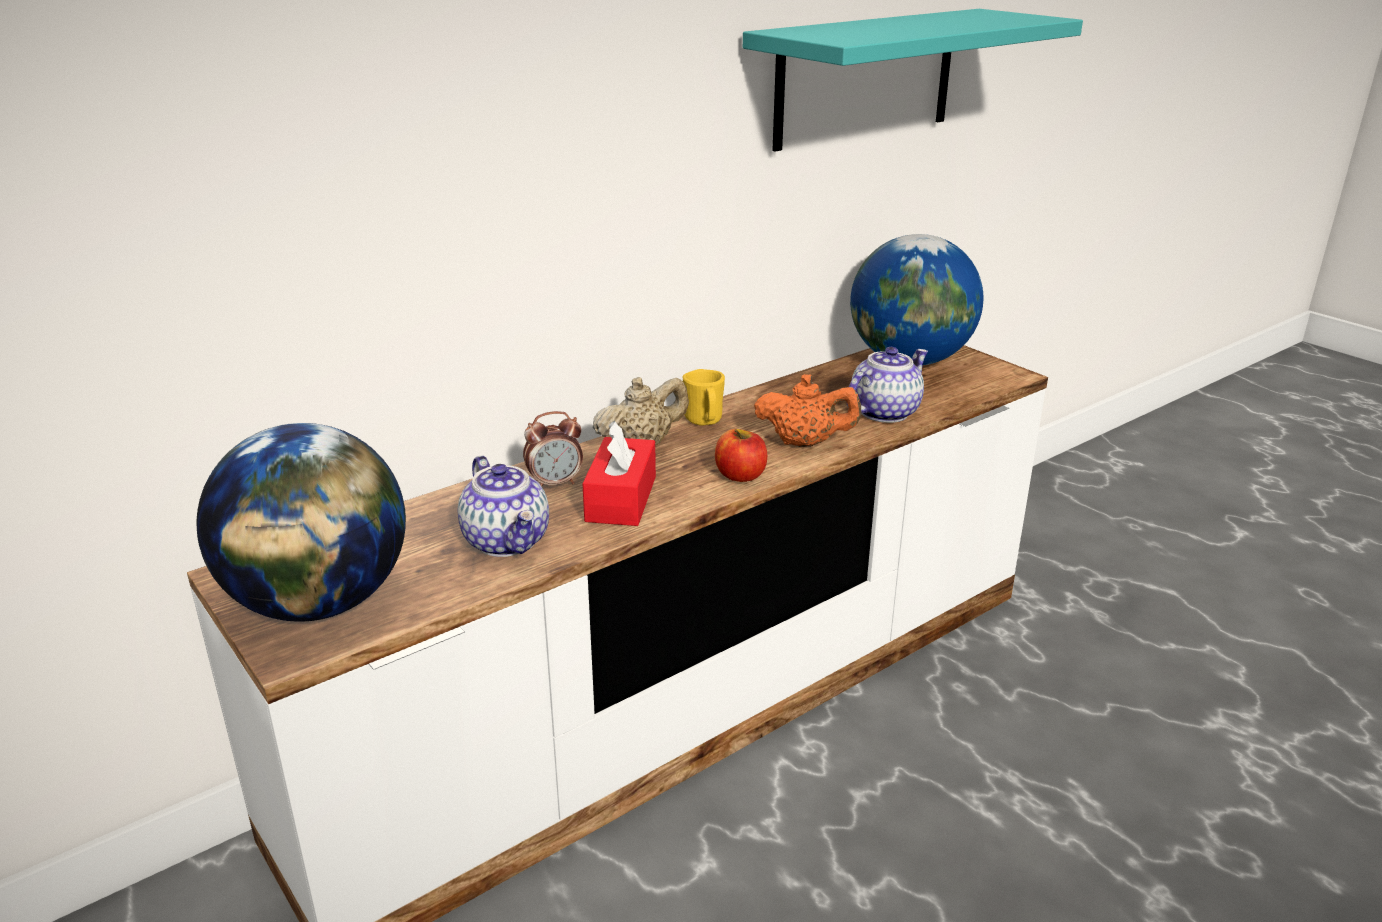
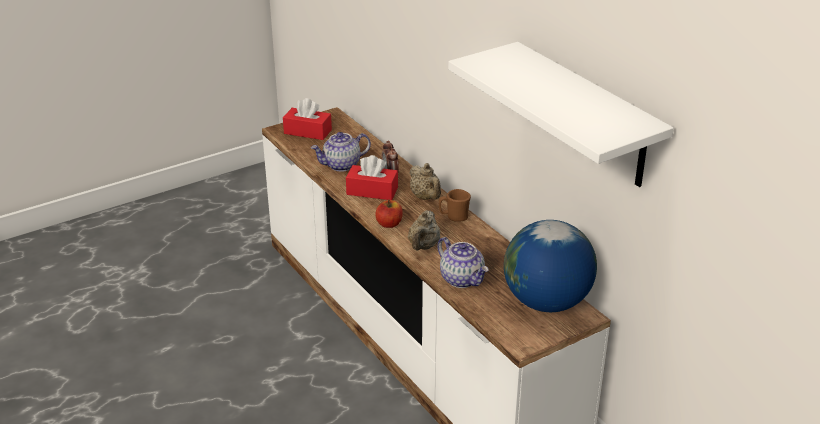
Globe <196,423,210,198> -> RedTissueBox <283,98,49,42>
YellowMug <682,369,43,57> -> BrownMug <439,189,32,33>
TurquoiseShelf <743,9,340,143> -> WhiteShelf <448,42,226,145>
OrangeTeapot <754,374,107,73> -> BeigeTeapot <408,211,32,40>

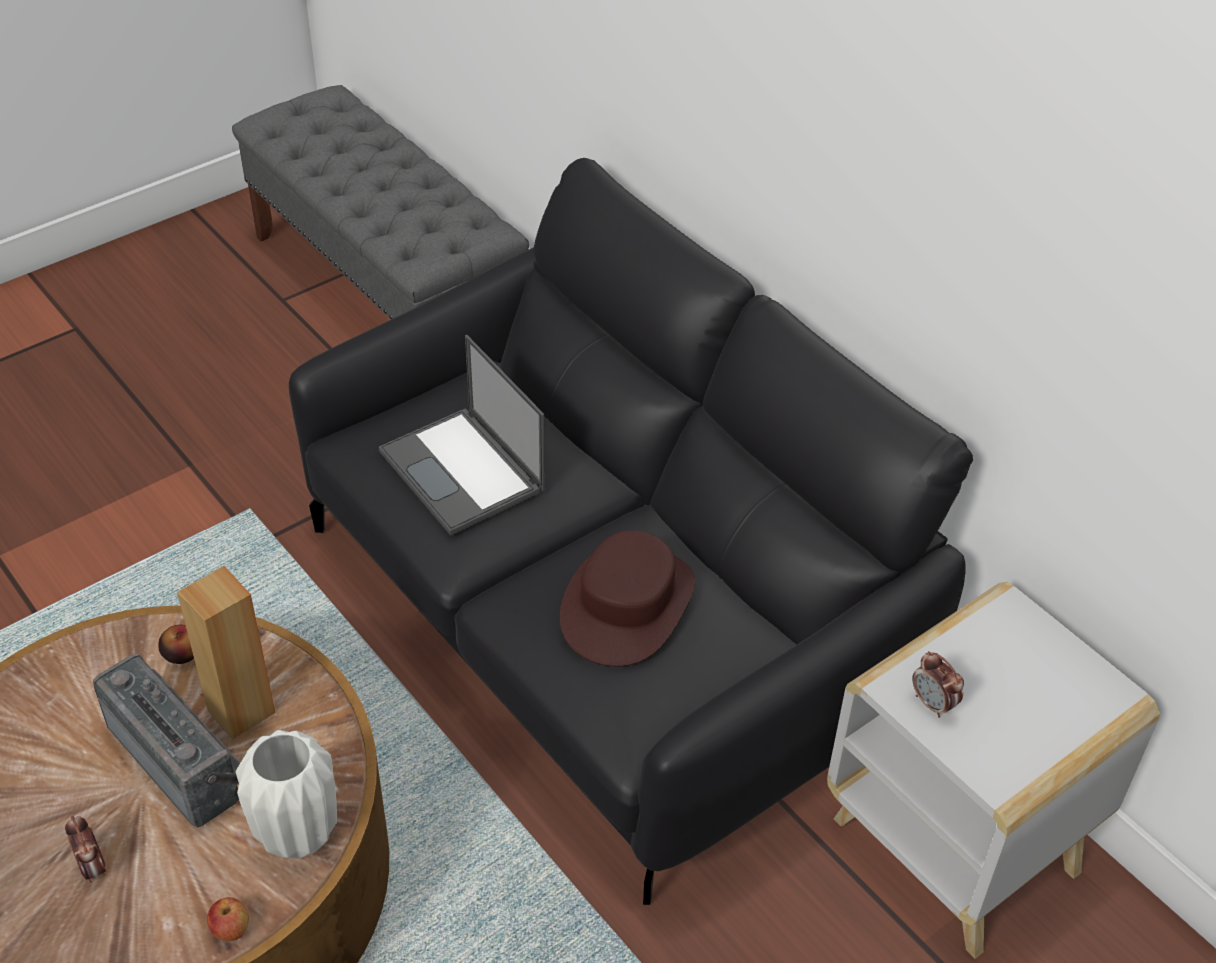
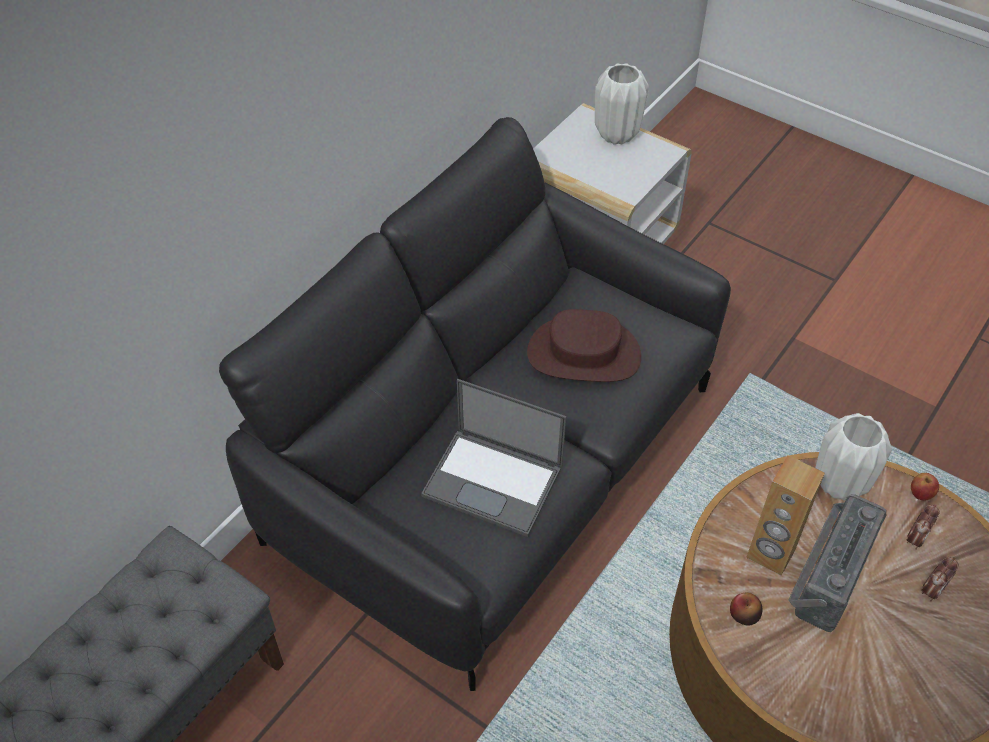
none -> WhiteVase <595,63,54,82>
AlarmClock <912,651,52,67> -> AlarmClock <907,504,32,46>, shifted
Laptop <379,335,166,201> -> Laptop <421,379,145,158>, 75 degrees clockwise

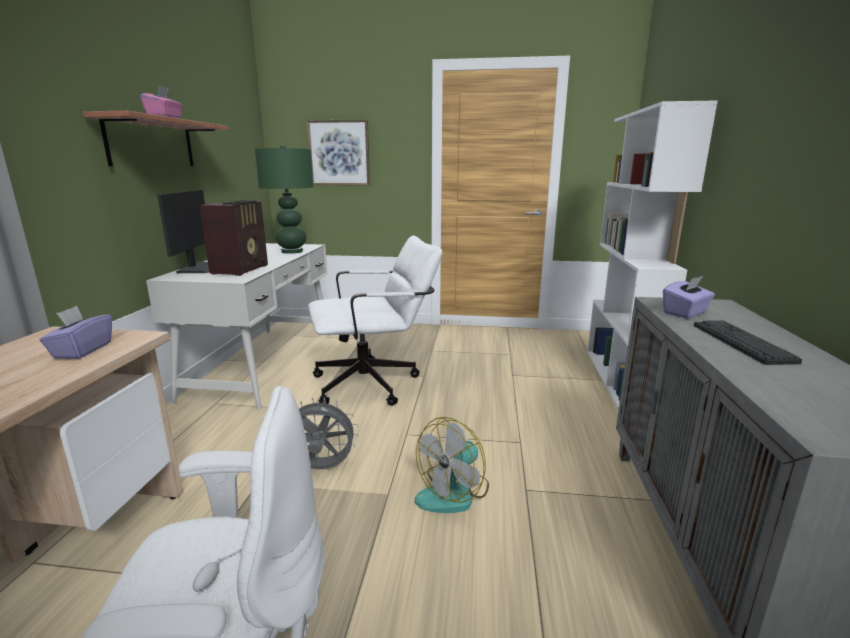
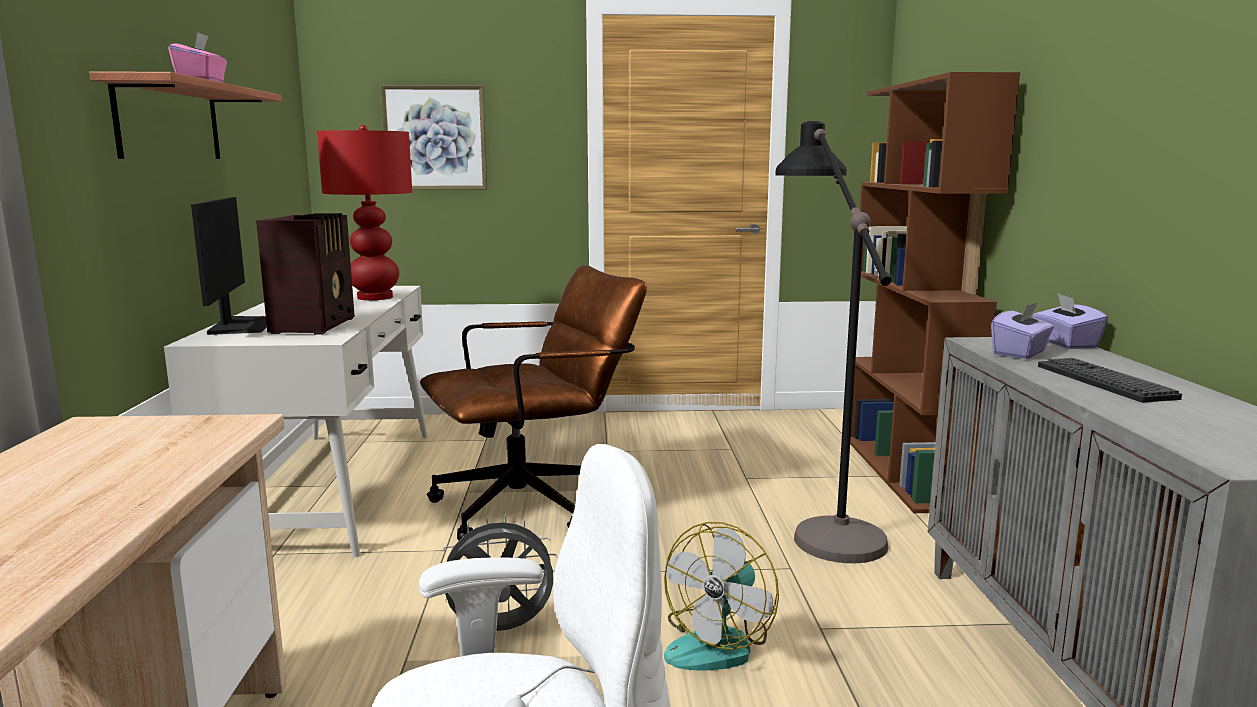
none -> BlackFloorLamp <775,121,116,442>
PurpleTissueBox <39,306,73,53> -> PurpleTissueBox <1033,294,75,55>, shifted
GreenTableLamp <255,145,58,109> -> RedTableLamp <317,125,95,175>
WhiteOfficeChair <308,235,134,171> -> BrownOfficeChair <420,265,227,275>
WhiteBookcase <587,100,131,310> -> BrownBookcase <850,72,170,441>

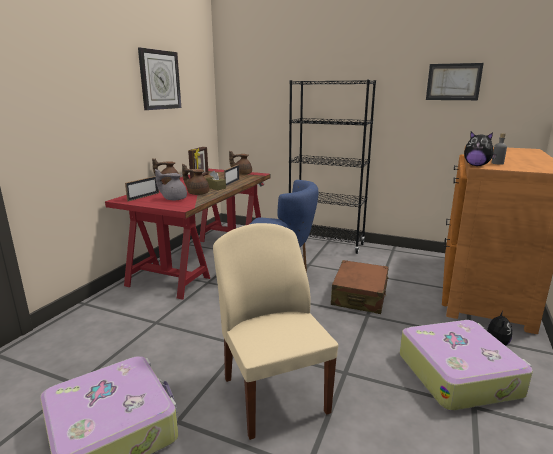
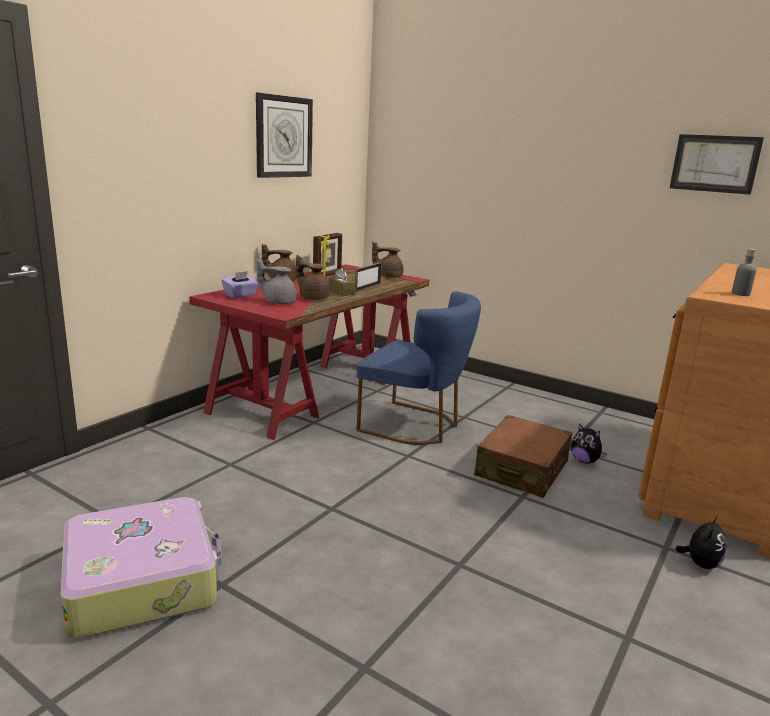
BeigeChair <213,223,125,217> -> none
BlackBookcase <289,80,87,174> -> none
Suitcase <400,320,133,91> -> none
PlushToy <464,132,33,34> -> PlushToy <571,423,36,41>, shifted
PictureFrame <125,176,34,26> -> PurpleTissueBox <222,271,36,27>

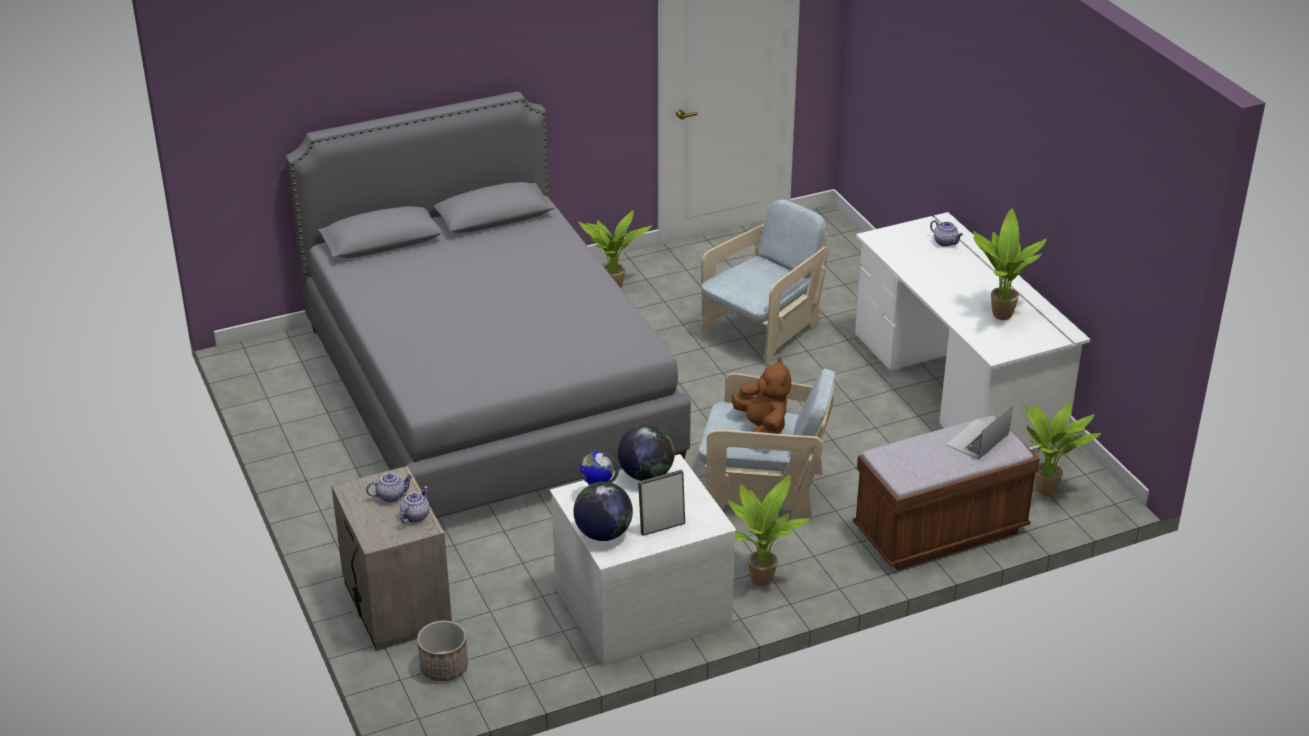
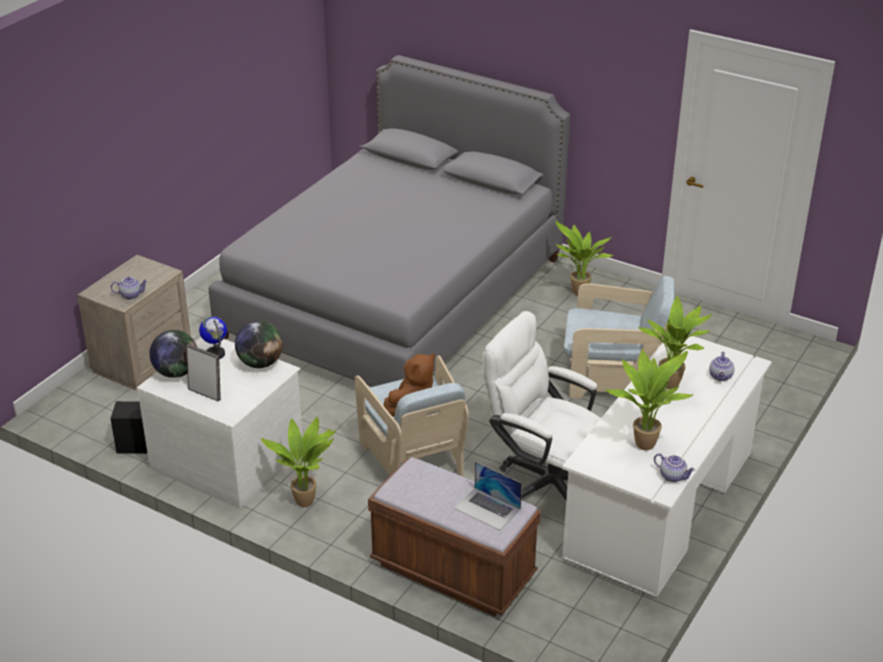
Planter <417,621,51,60> -> none
none -> BlackSpeaker <110,401,37,53>
none -> WhiteOfficeChair <483,311,118,189>
Teapot <366,473,48,30> -> Teapot <654,453,41,29>, shifted
PottedPlant <1025,401,76,95> -> PottedPlant <637,296,75,93>, shifted
Laptop <946,405,67,55> -> Laptop <454,462,68,68>, 150 degrees counterclockwise

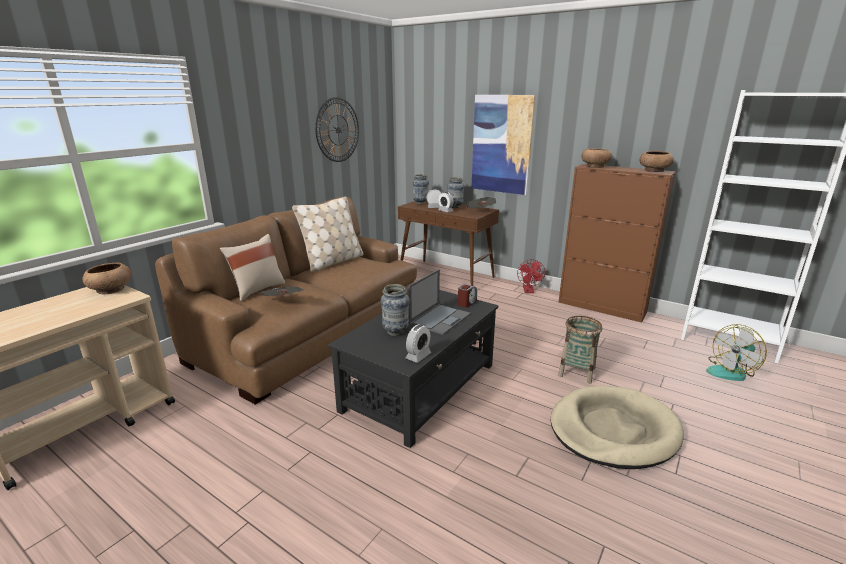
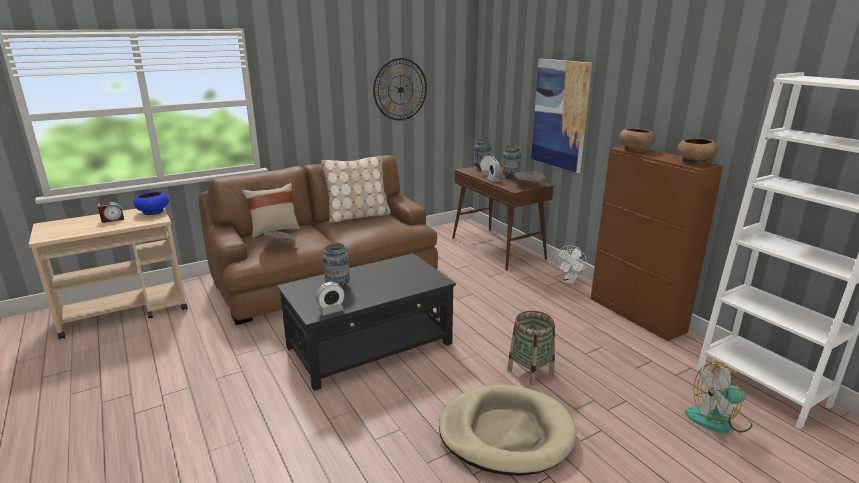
Laptop <409,269,62,66> -> none
AlarmClock <458,284,19,24> -> AlarmClock <98,202,26,21>, shifted
BrownBowl <82,263,49,31> -> BlueBowl <134,192,35,23>
RedFan <517,259,28,34> -> WhiteFan <555,245,32,39>

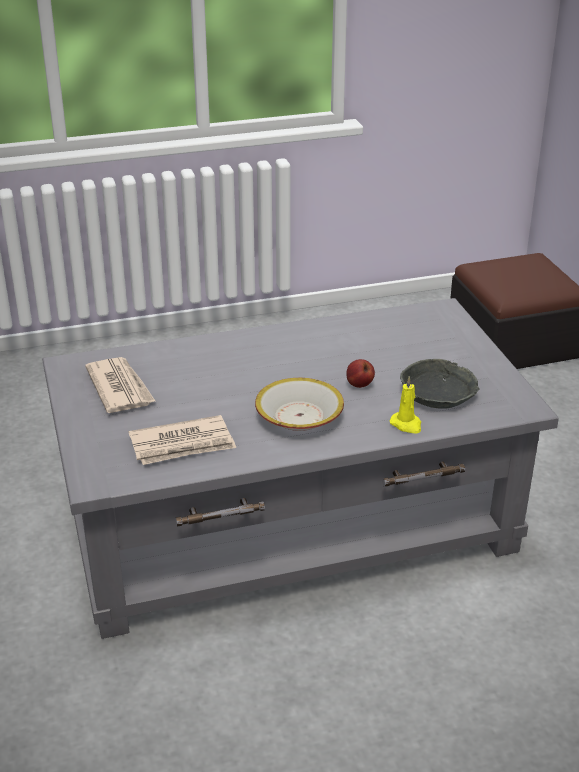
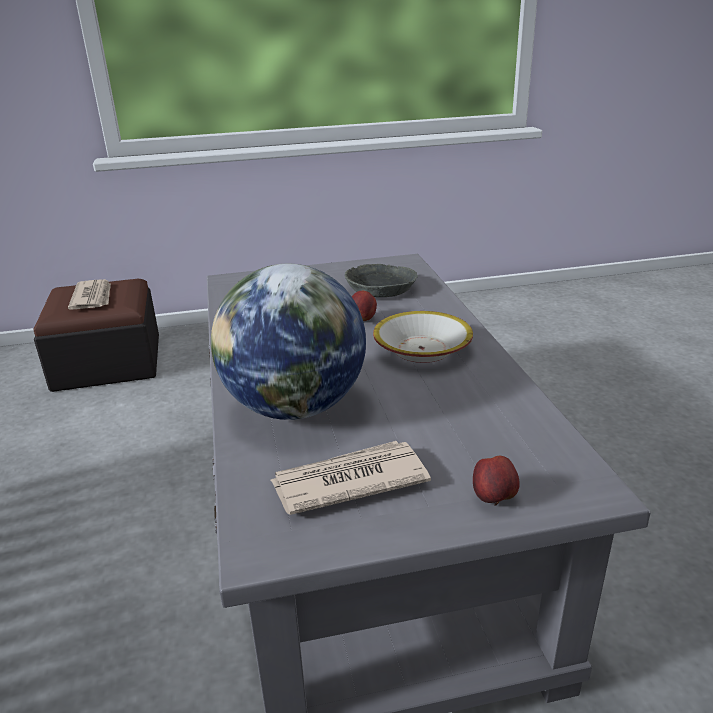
YellowCandle <390,376,31,58> -> none
none -> Globe <211,264,155,156>
none -> Apple <473,456,47,50>
Newspaper <128,415,108,50> -> Newspaper <68,279,43,31>, shifted

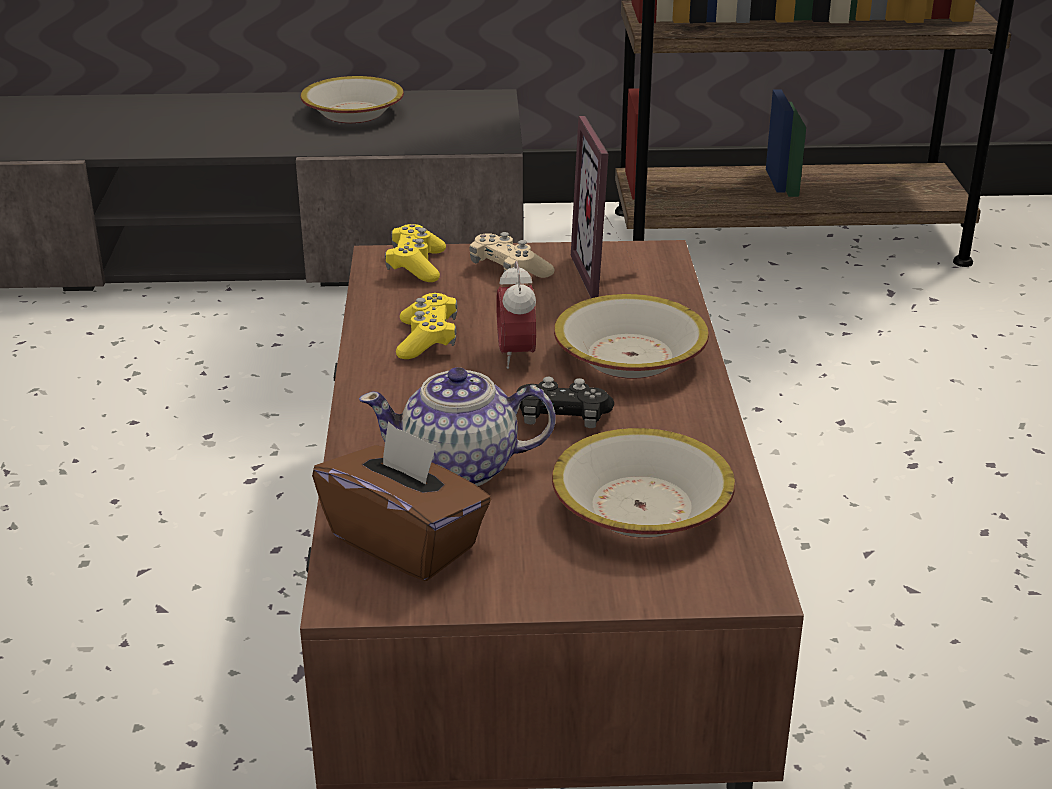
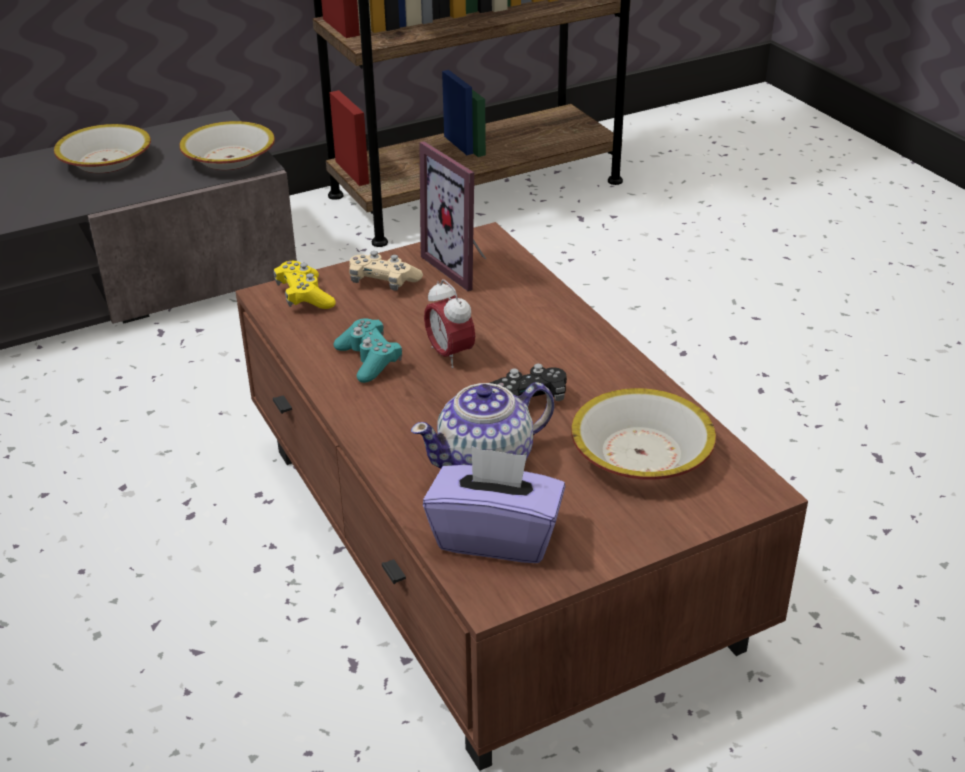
Bowl <554,294,155,85> -> Bowl <179,121,96,49>, shifted
BrownTissueBox <312,421,179,160> -> PurpleTissueBox <423,446,142,117>
YellowGameController <396,293,61,66> -> TurquoiseGameController <333,318,69,65>

